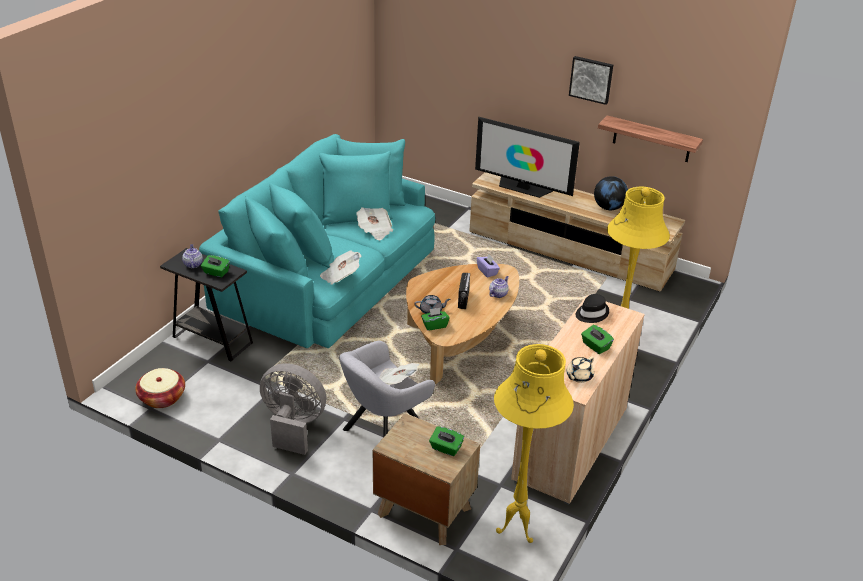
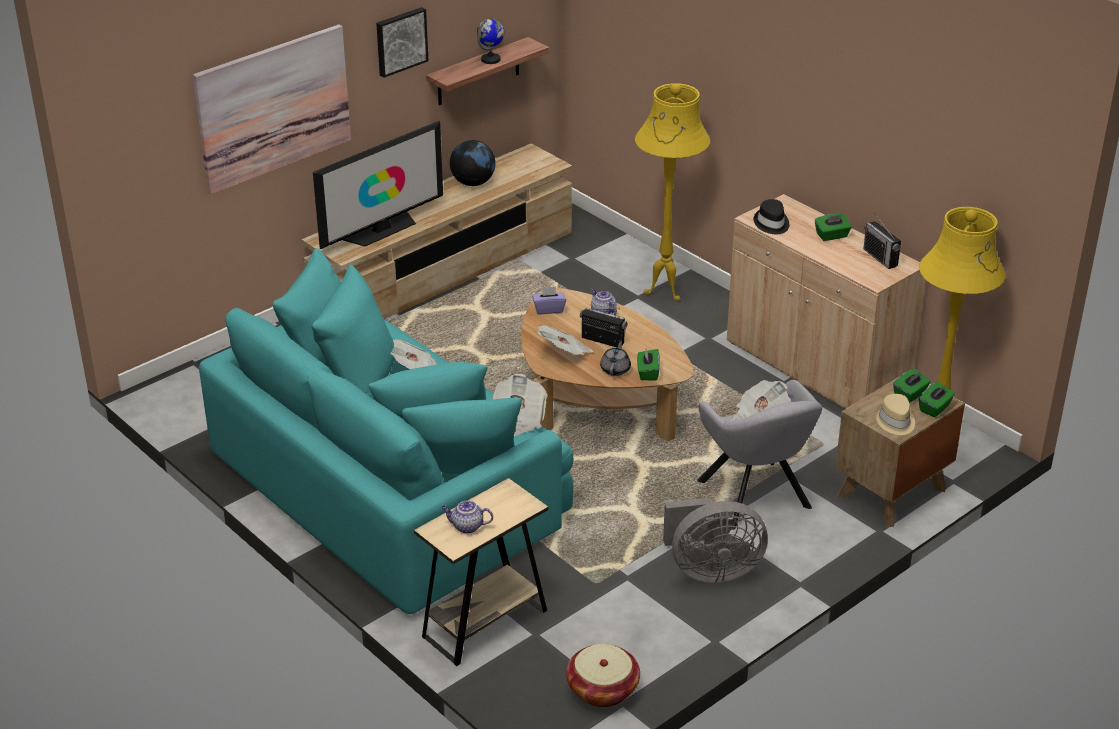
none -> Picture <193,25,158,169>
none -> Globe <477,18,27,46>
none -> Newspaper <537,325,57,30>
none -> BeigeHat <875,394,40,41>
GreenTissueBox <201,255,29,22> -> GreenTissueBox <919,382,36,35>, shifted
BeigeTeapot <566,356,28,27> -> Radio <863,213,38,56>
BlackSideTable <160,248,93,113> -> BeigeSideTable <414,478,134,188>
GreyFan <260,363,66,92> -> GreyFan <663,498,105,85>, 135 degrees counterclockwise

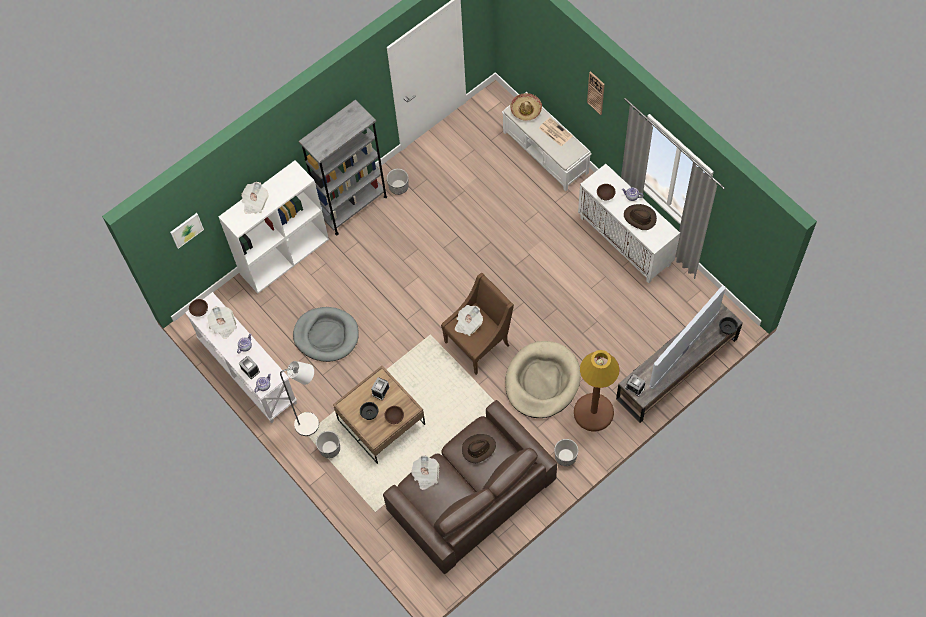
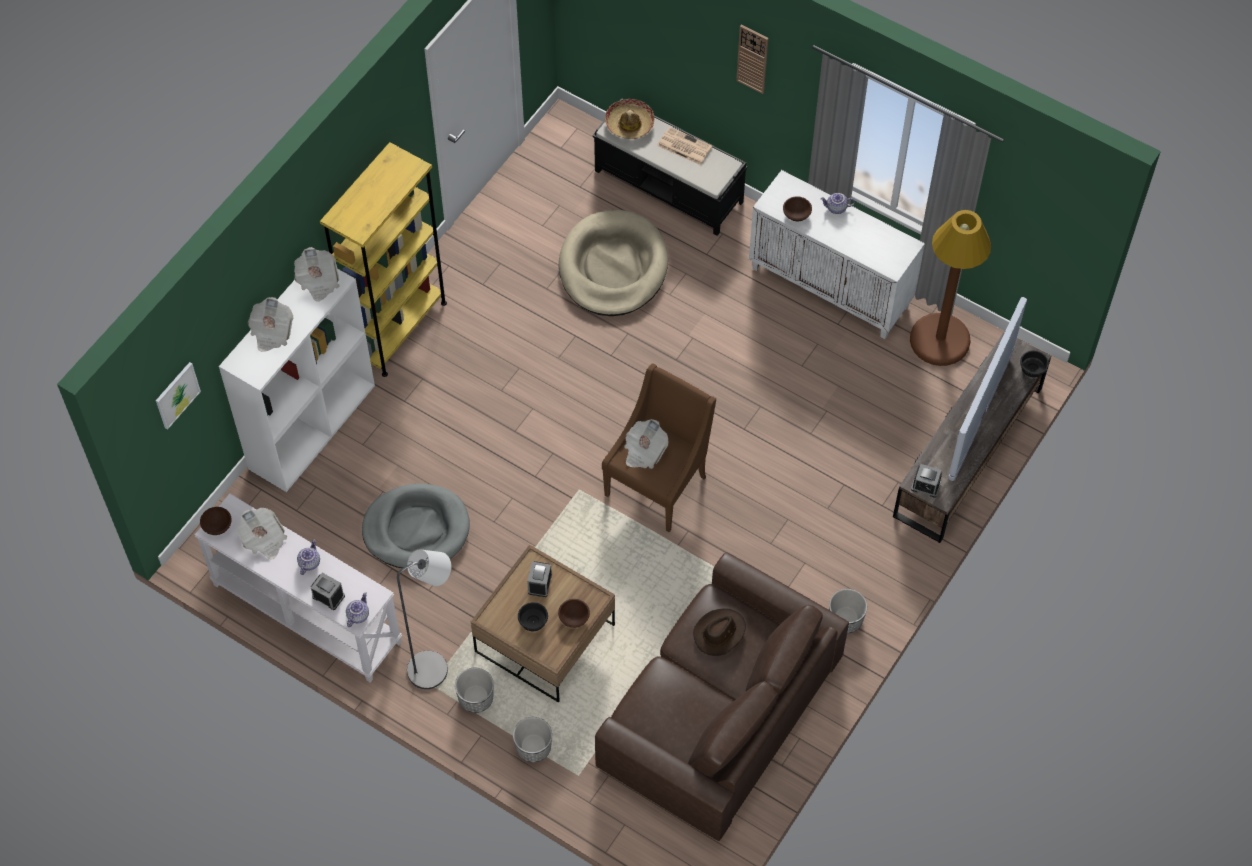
BrownHat <624,204,33,26> -> none
Planter <387,169,22,26> -> Planter <513,717,39,46>, shifted
Newspaper <411,455,28,35> -> Newspaper <294,247,46,55>, shifted
BeigeDogBed <505,341,76,77> -> BeigeDogBed <559,210,109,106>, shifted
BrownFloorLamp <574,350,46,82> -> BrownFloorLamp <910,210,81,156>, shifted
GreyBookcase <299,99,88,136> -> YellowBookcase <320,142,127,235>
WhiteBench <502,92,90,100> -> BlackBench <592,98,156,138>

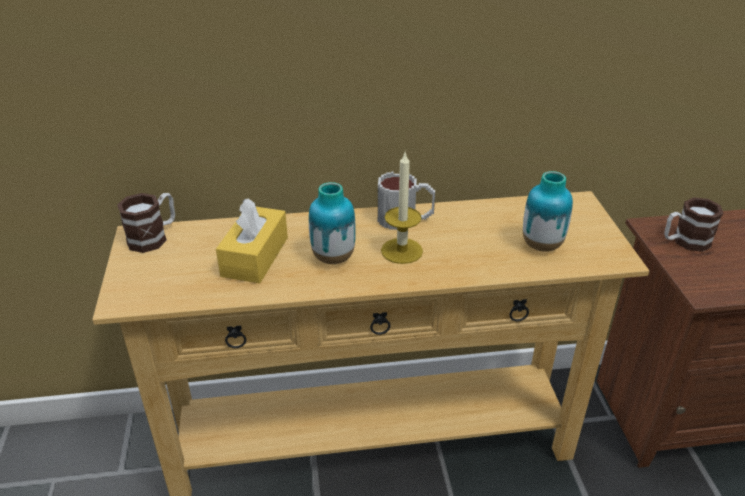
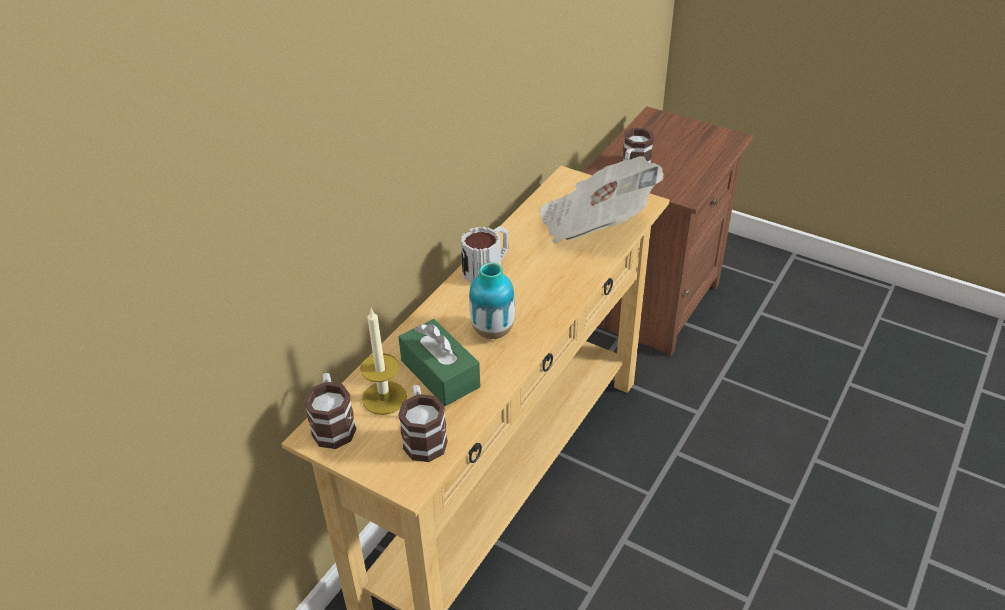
none -> Mug <398,385,50,77>
Candle <381,153,42,111> -> Candle <360,308,47,107>, shifted
Vase <523,171,50,81> -> Newspaper <539,156,124,88>
YellowTissueBox <216,198,72,85> -> GreenTissueBox <398,319,82,87>

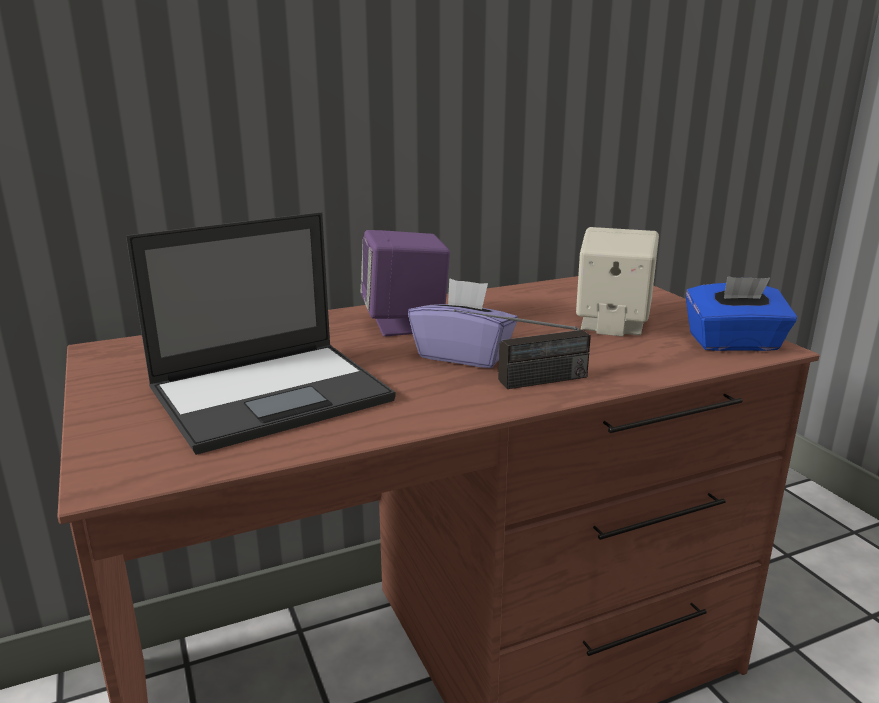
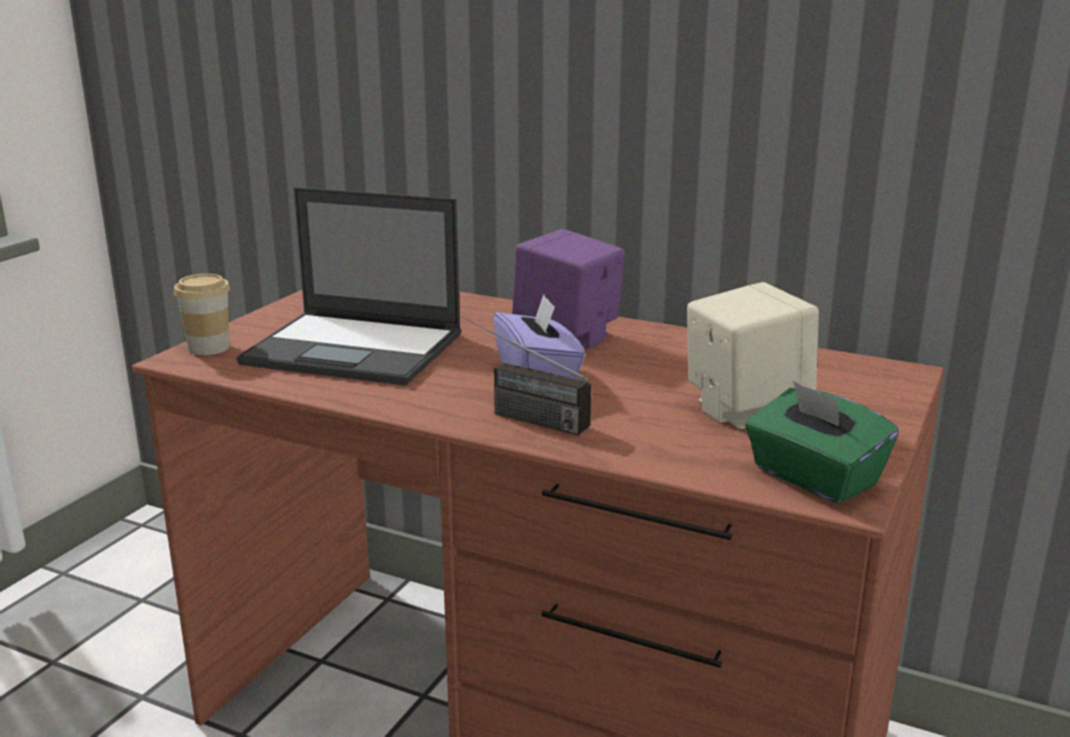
none -> Cup <174,274,56,81>
BlueTissueBox <686,276,111,75> -> GreenTissueBox <745,381,154,123>

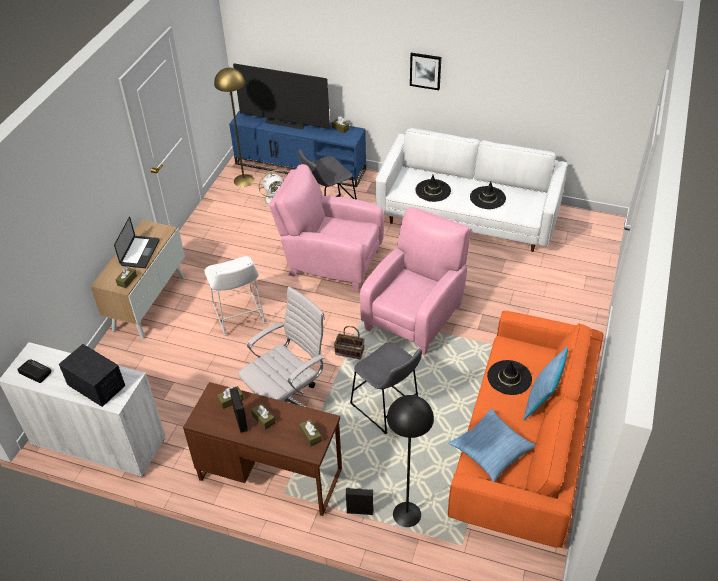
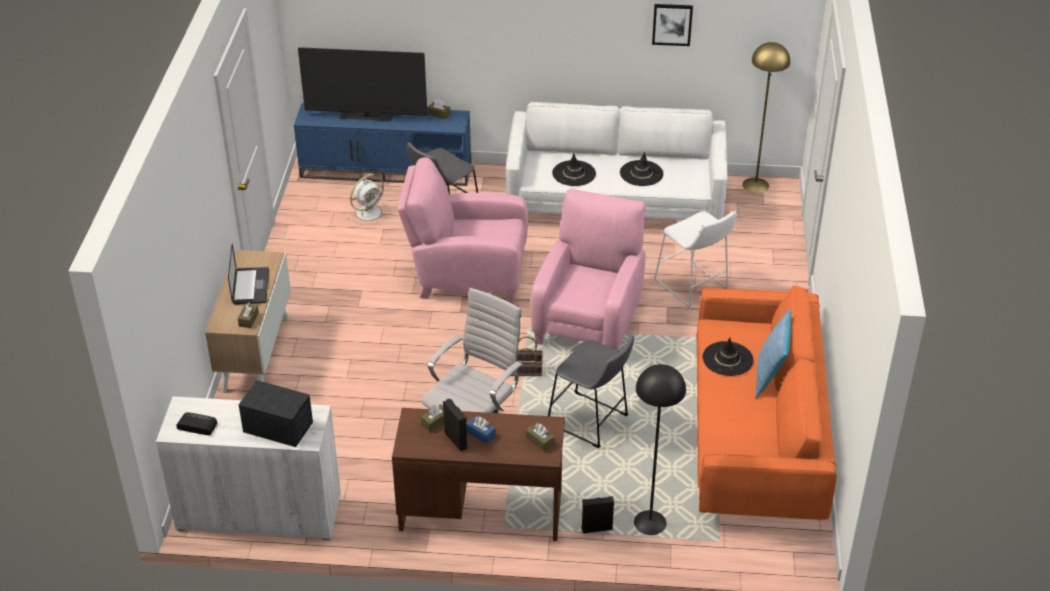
Pillow <448,408,87,74> -> none
WhiteStool <205,256,60,80> -> WhiteStool <654,210,82,99>, shifted
YellowFloorLamp <214,68,40,119> -> YellowFloorLamp <743,42,47,151>, shifted
Picture <410,53,31,37> -> Picture <652,4,41,42>, shifted
BrownTissueBox <251,403,24,27> -> BlueTissueBox <466,416,30,28>

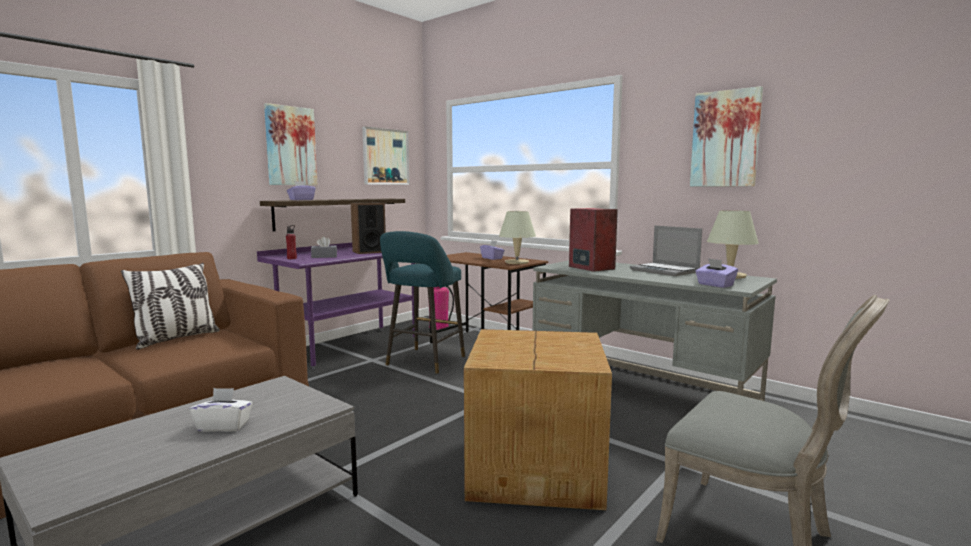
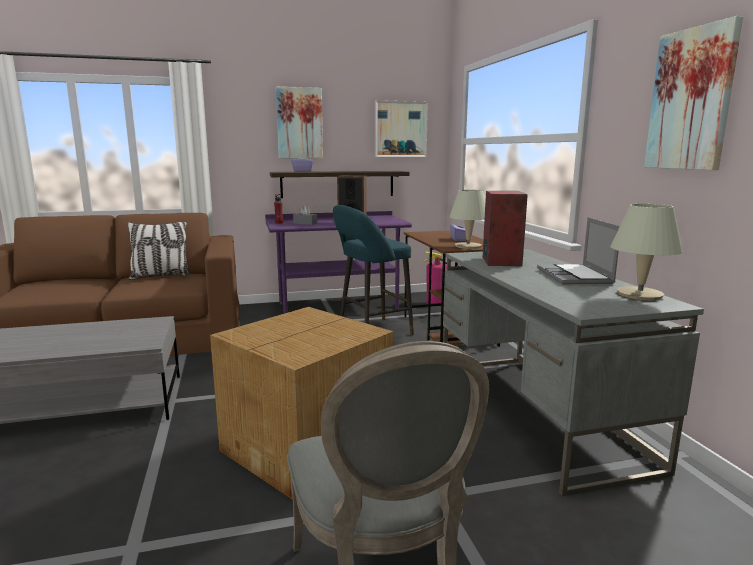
WhiteTissueBox <190,388,63,44> -> none
PurpleTissueBox <695,258,43,30> -> none

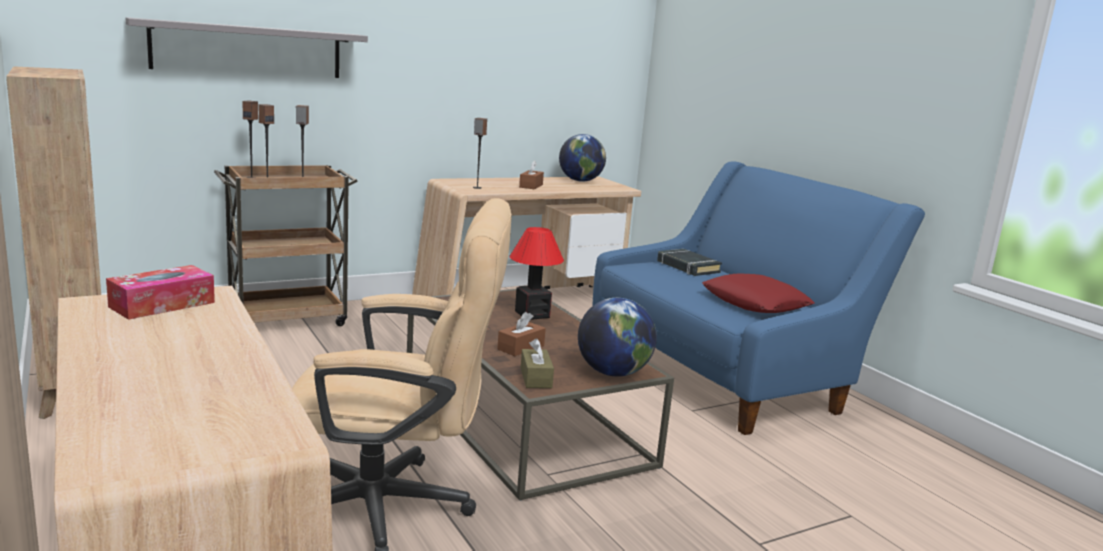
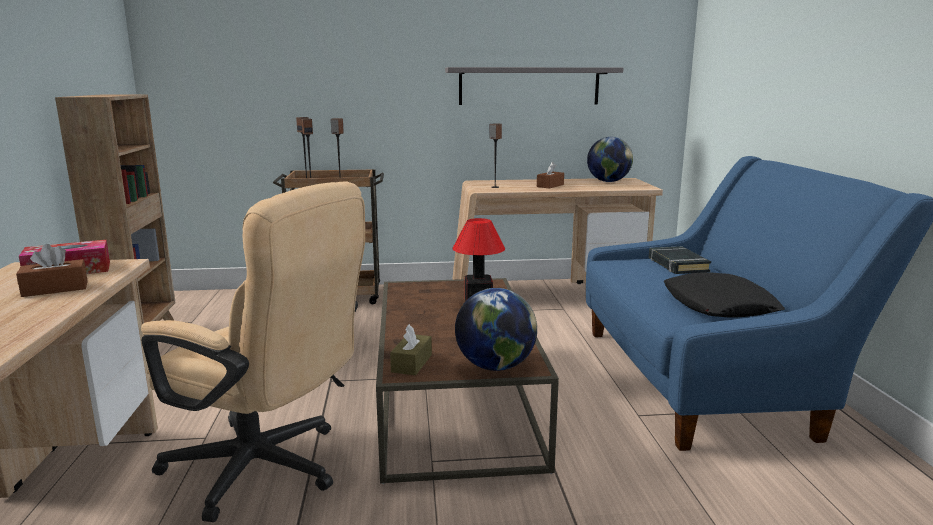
GreyShelf <126,17,242,61> -> GreyShelf <445,67,179,38>, shifted
BrownTissueBox <497,312,49,44> -> BrownTissueBox <16,244,72,53>, shifted
RedPillow <702,273,113,40> -> BlackPillow <664,272,121,46>

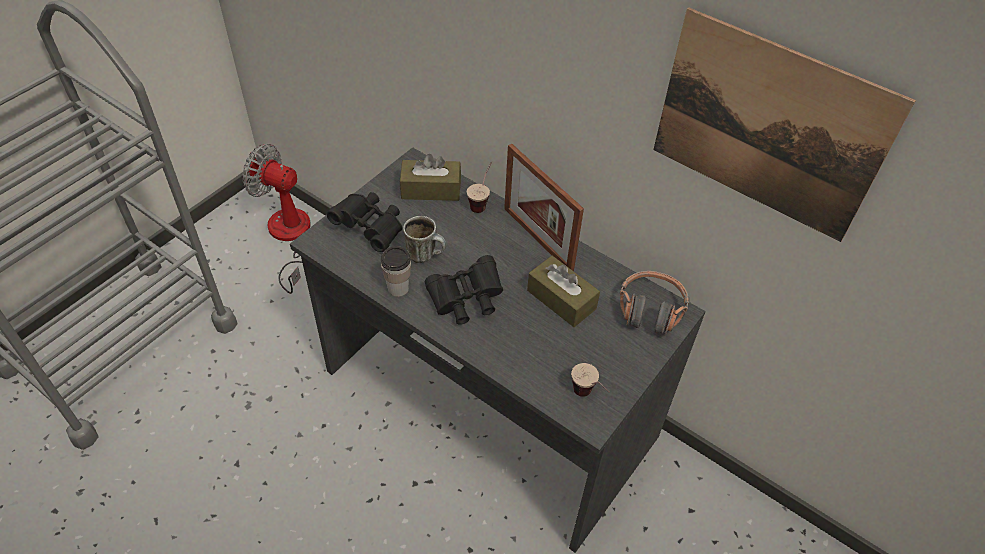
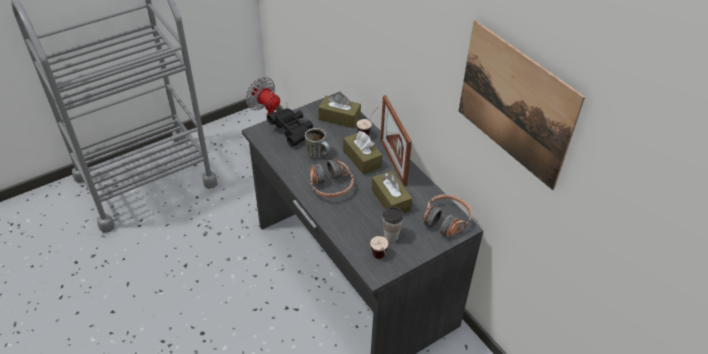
none -> BrownTissueBox <343,130,39,45>
Cup <381,246,30,51> -> Cup <383,207,21,35>, shifted
BlackBinoculars <425,255,78,70> -> Headphones <310,158,44,40>

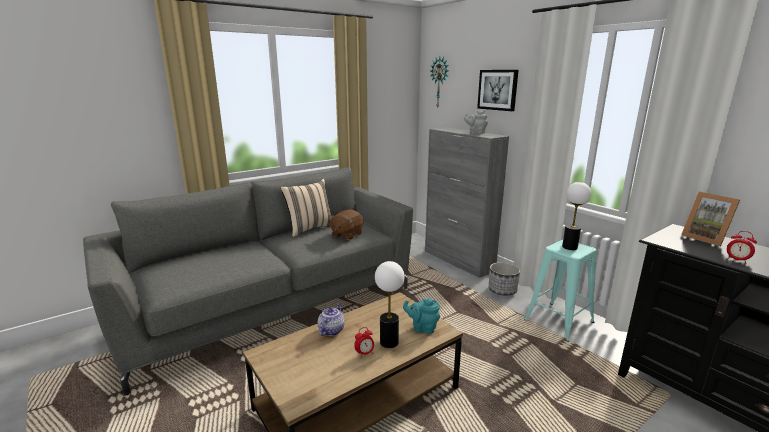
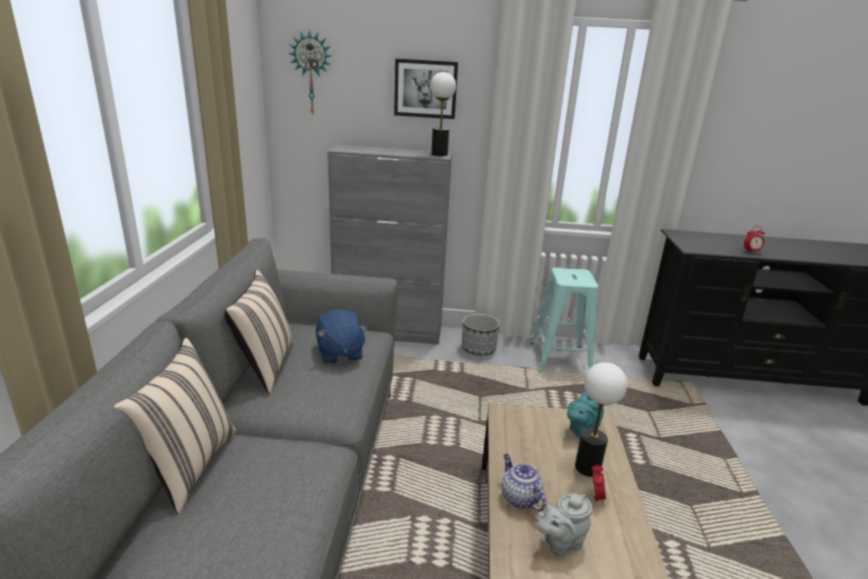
PictureFrame <681,192,59,54> -> none
none -> BeigePillow <114,338,122,176>
GreyTeapot <464,111,24,23> -> GreyTeapot <537,494,56,62>, shifted
TableLamp <562,182,29,68> -> TableLamp <430,72,26,84>, shifted
BrownPlushToy <329,209,34,31> -> BluePlushToy <316,309,52,55>

